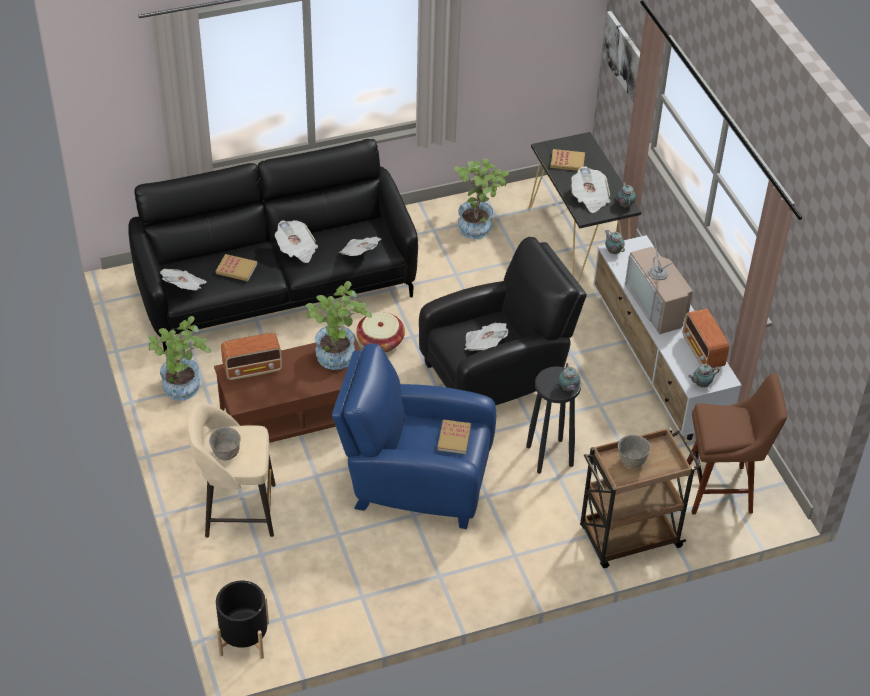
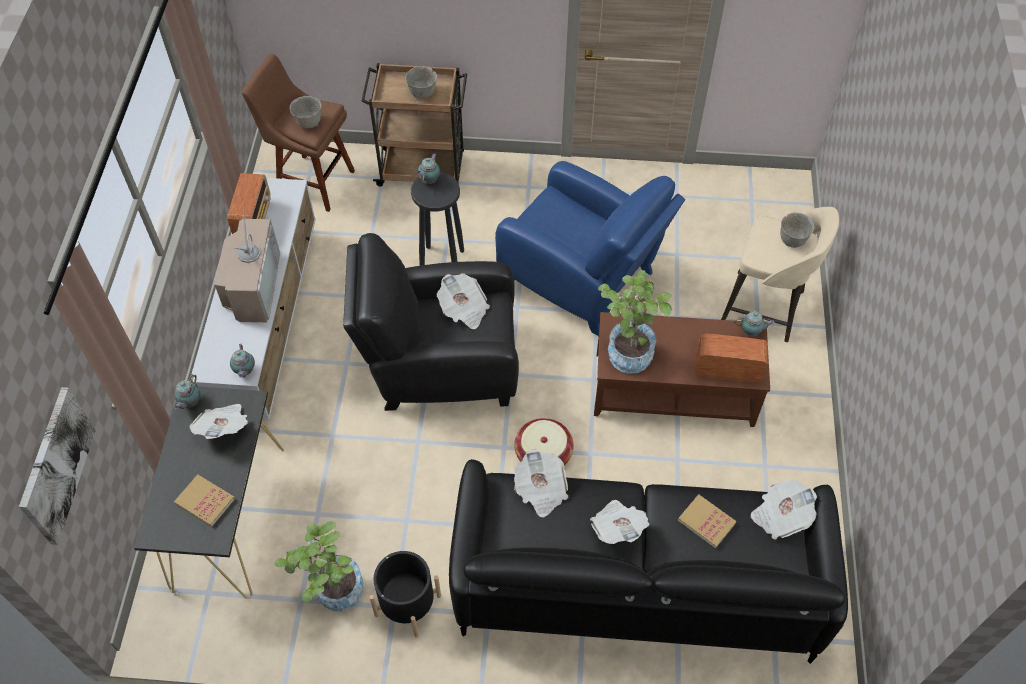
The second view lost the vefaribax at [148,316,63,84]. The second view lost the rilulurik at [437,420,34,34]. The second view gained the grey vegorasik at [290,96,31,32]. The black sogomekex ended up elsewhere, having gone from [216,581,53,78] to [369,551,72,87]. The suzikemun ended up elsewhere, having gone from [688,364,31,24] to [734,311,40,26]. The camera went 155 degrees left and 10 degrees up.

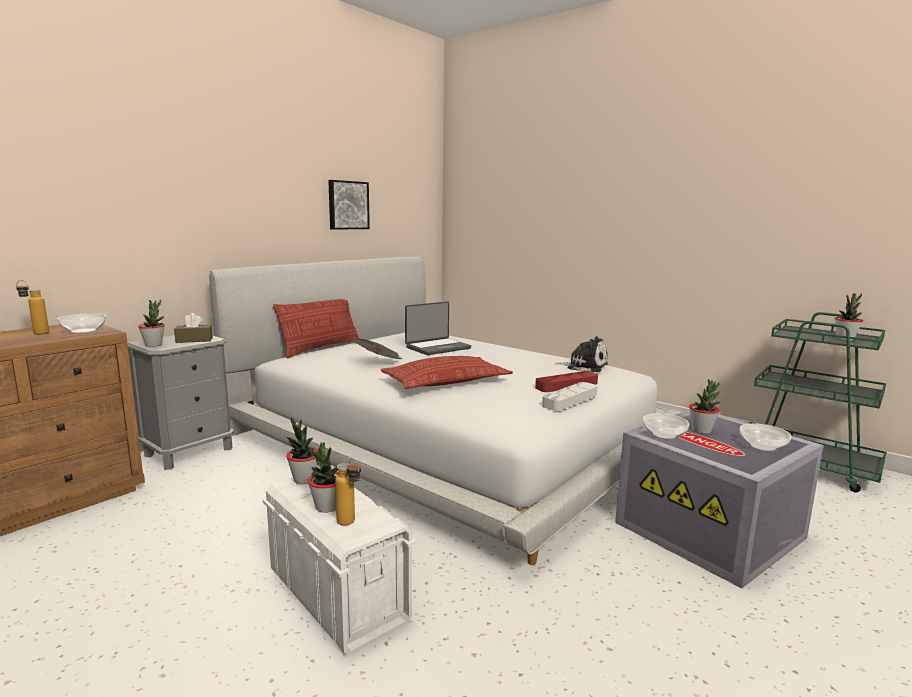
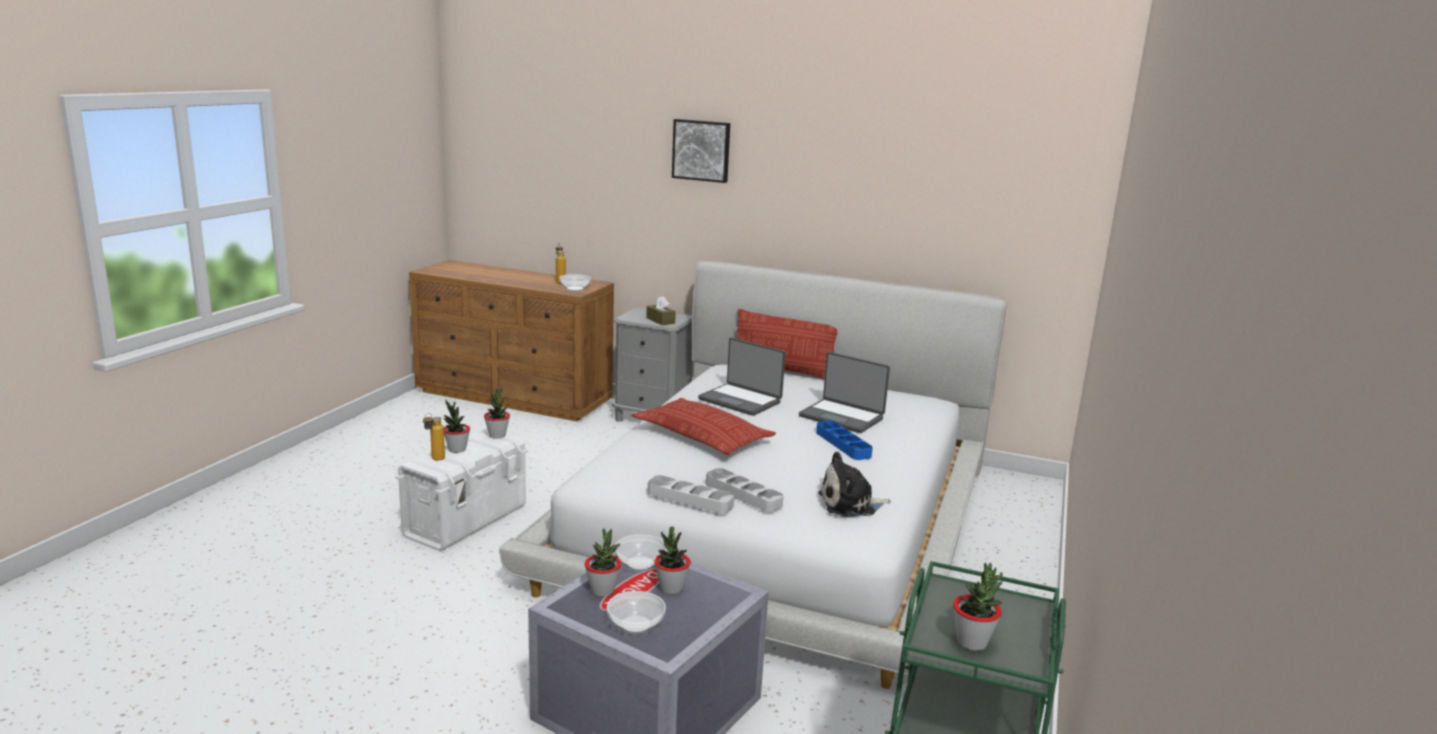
The second view gained the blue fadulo at [816,421,57,39]. The vefaribax ended up elsewhere, having gone from [138,300,27,47] to [585,528,36,69]. The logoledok ended up elsewhere, having gone from [328,180,42,50] to [672,119,58,64]. Where the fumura stood at [351,339,51,20], the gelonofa came to stand at [698,338,88,78]. What was the red fadulo at [535,371,63,21] turned into the grey fadulo at [706,468,78,44]. The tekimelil at [556,337,52,35] ended up facing another way, 75 degrees clockwise from before. The camera went 70 degrees right and 5 degrees up.

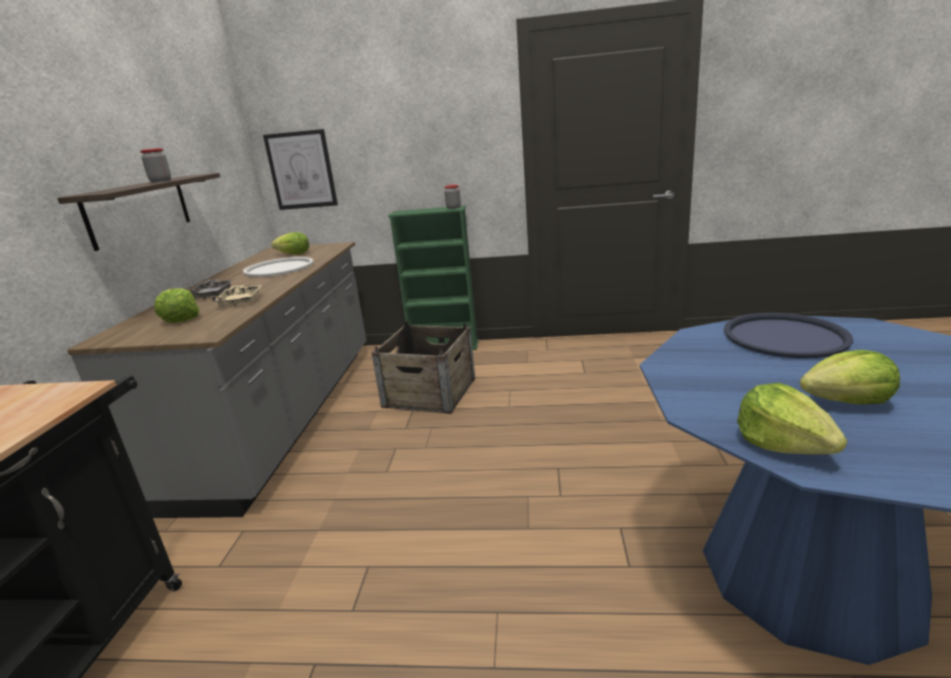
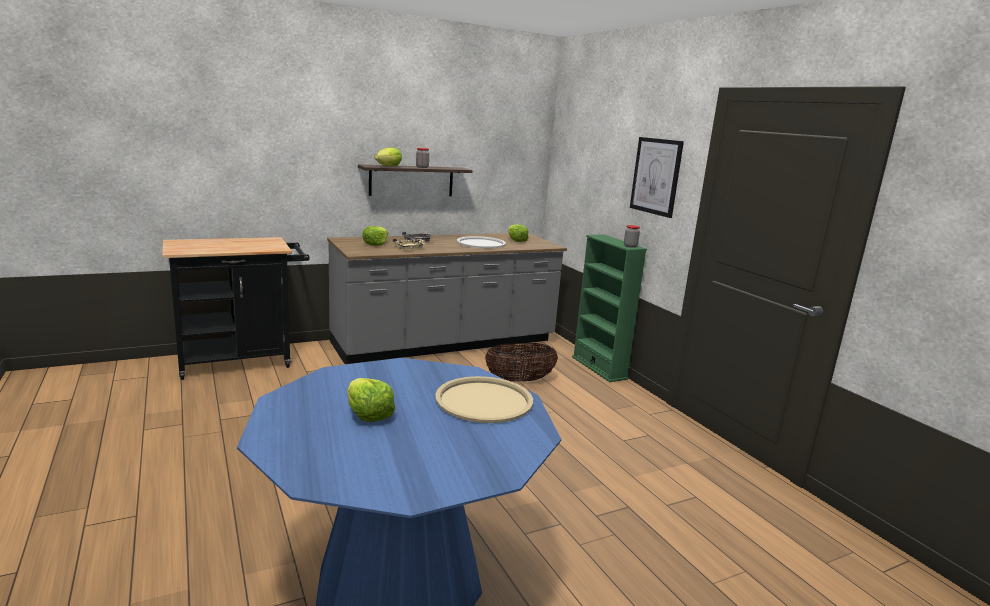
The logoledok ended up elsewhere, having gone from [263,129,75,81] to [630,137,54,81]. The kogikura ended up elsewhere, having gone from [737,383,110,71] to [374,147,28,19]. Where the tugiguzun stood at [372,321,103,93], the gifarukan came to stand at [485,342,73,40]. What was the blue fadulo at [724,313,129,46] turned into the beige fadulo at [435,376,98,47]. The camera went 55 degrees right and 5 degrees down.

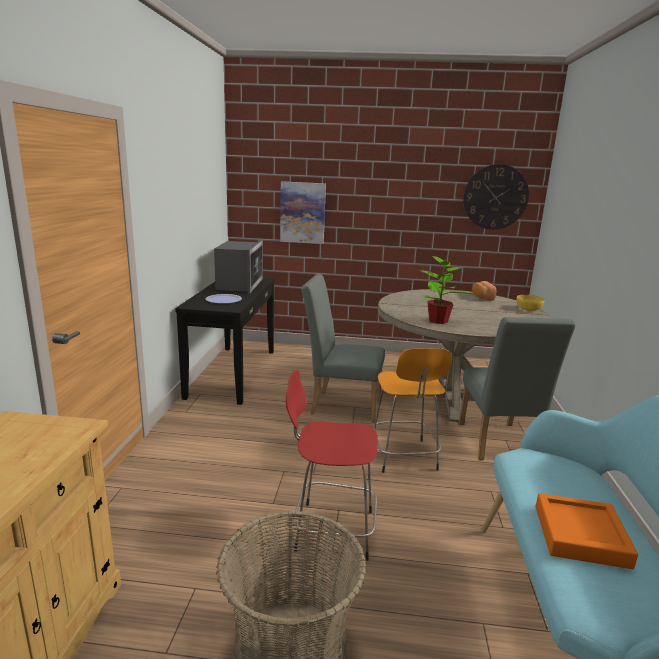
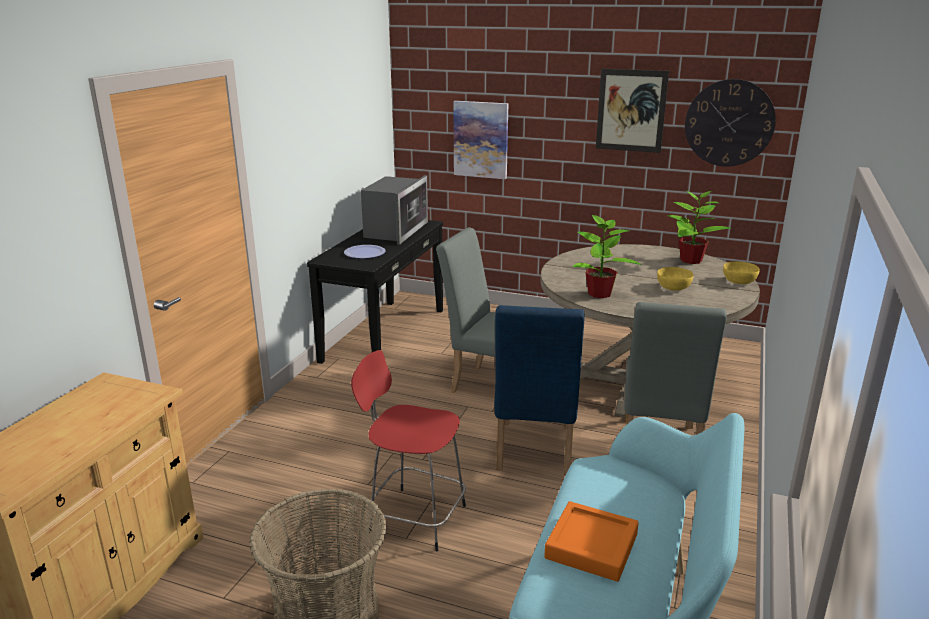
The second view gained the logoledok at [596,69,73,84]. The second view gained the yellow vegorasik at [657,267,37,24]. Where the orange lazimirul stood at [373,348,80,125], the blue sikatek came to stand at [495,305,90,170]. Where the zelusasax stood at [472,281,24,20], the vefaribax came to stand at [667,190,65,74]. The camera went 15 degrees right and 5 degrees up.

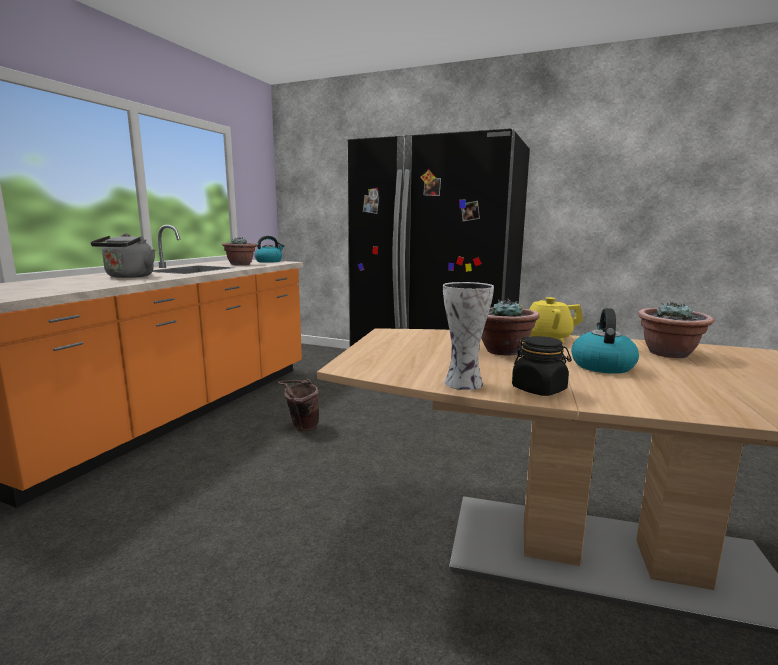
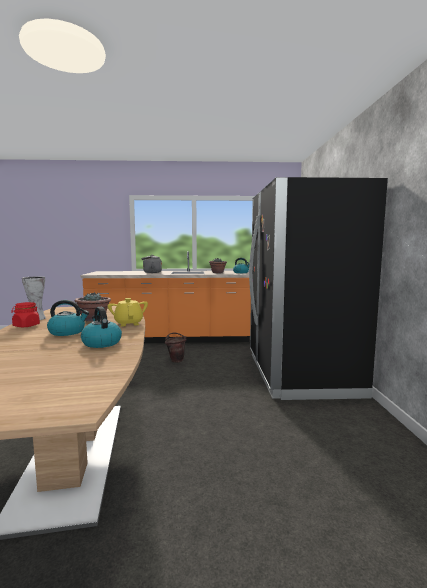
Where the vefaribax stood at [638,302,76,56], the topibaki came to stand at [81,307,41,41]. What was the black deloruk at [512,336,60,60] turned into the red deloruk at [11,302,29,25]. The camera went 65 degrees right and 5 degrees down.

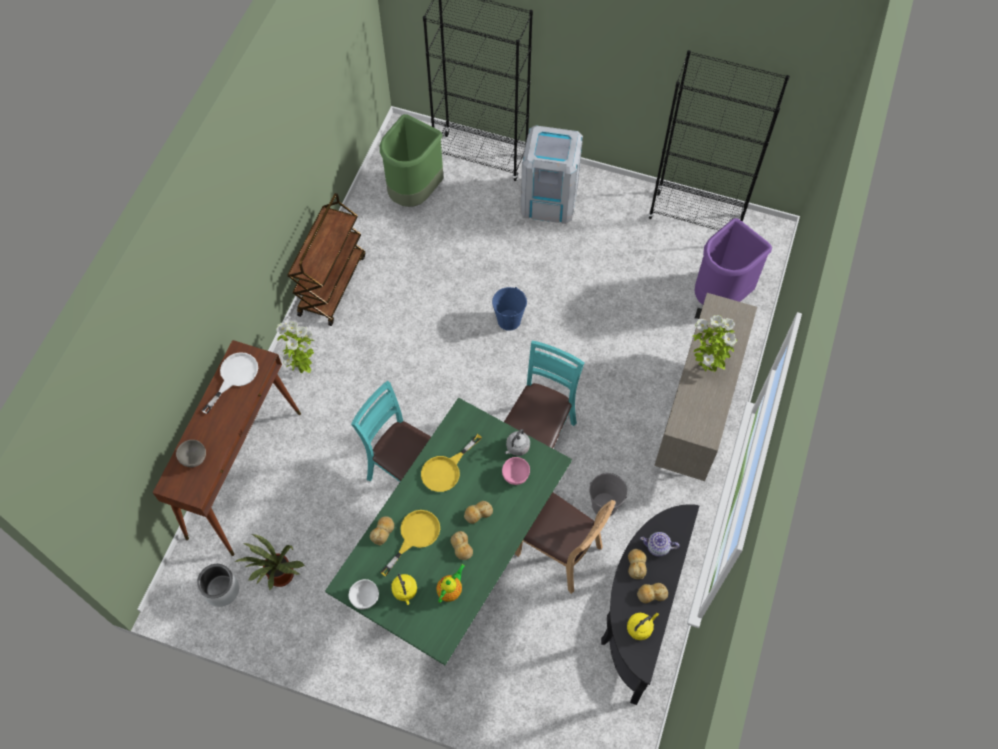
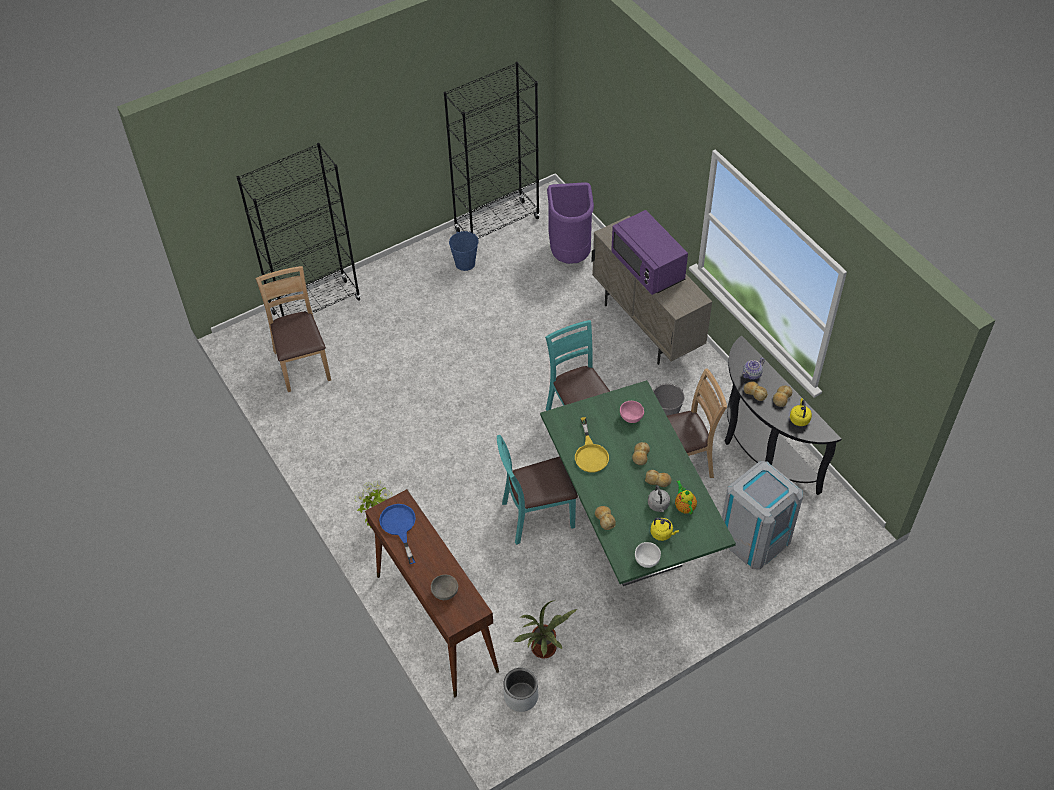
The second view lost the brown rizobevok at [287,193,78,133]. The second view lost the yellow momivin at [380,510,60,66]. The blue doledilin ended up elsewhere, having gone from [492,287,35,44] to [449,231,30,40]. The grey topibaki ended up elsewhere, having gone from [505,429,25,27] to [648,485,22,27]. The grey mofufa ended up elsewhere, having gone from [521,125,62,99] to [722,461,81,109]. Where the green mofufa stood at [380,114,63,93], the brown sikatek came to stand at [255,266,76,126]. Where the vefaribax stood at [693,315,45,57], the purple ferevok came to stand at [611,210,77,85]. What was the white momivin at [201,352,57,62] turned into the blue momivin at [379,504,37,60]. The camera went 50 degrees left and 10 degrees down.

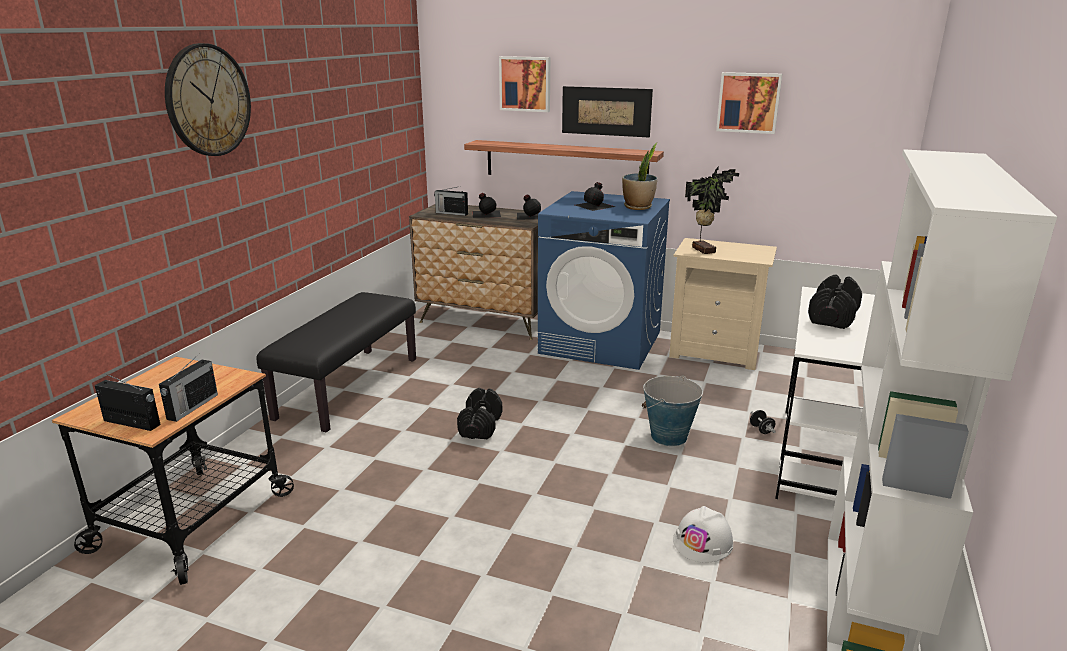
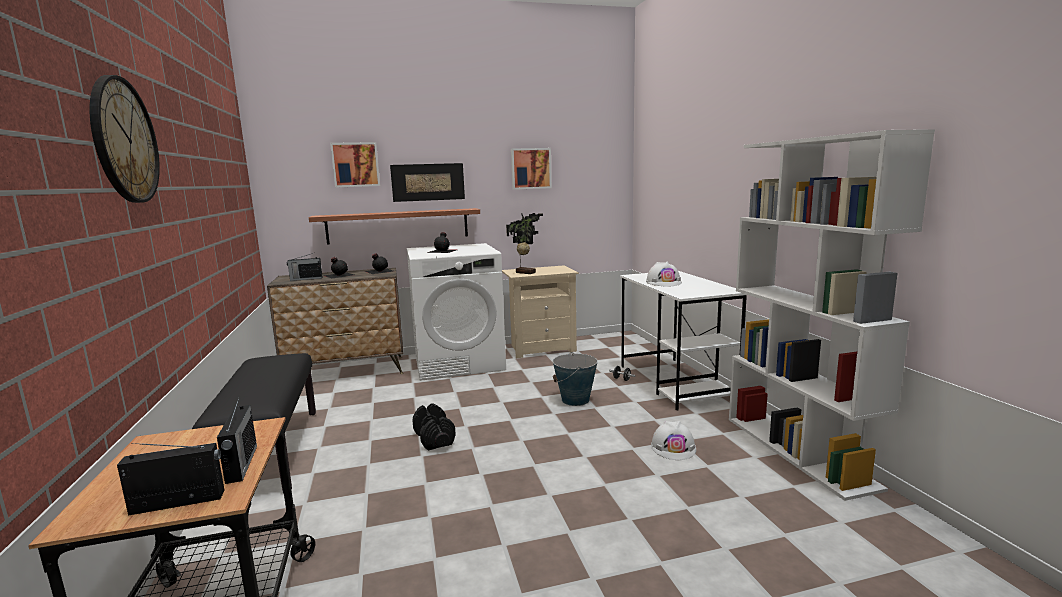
The second view lost the vefaribax at [622,143,35,67]. Where the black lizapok stood at [808,275,54,54], the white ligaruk came to stand at [646,262,36,25]. What was the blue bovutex at [538,191,132,179] turned into the white bovutex at [407,243,99,138]. The camera went 35 degrees left and 10 degrees down.

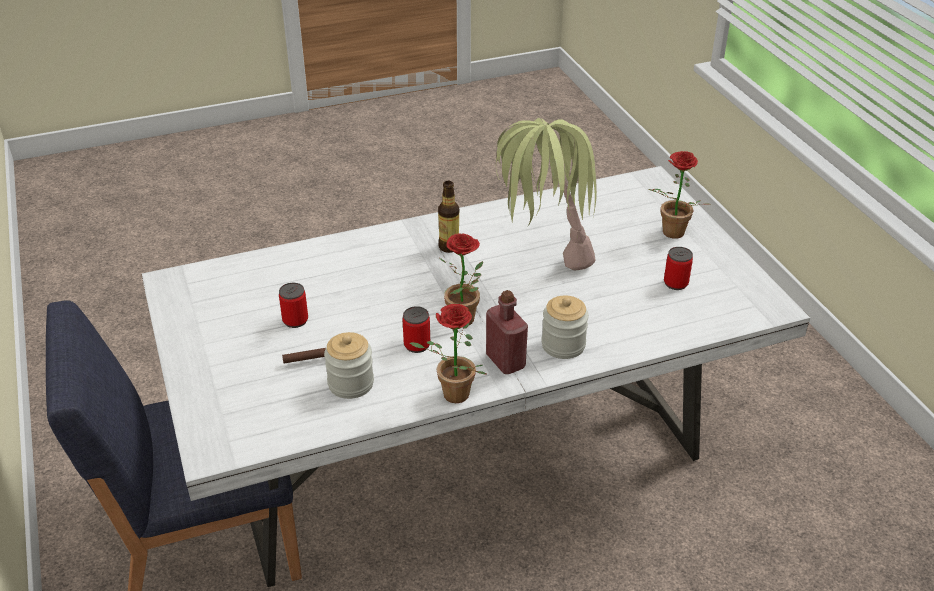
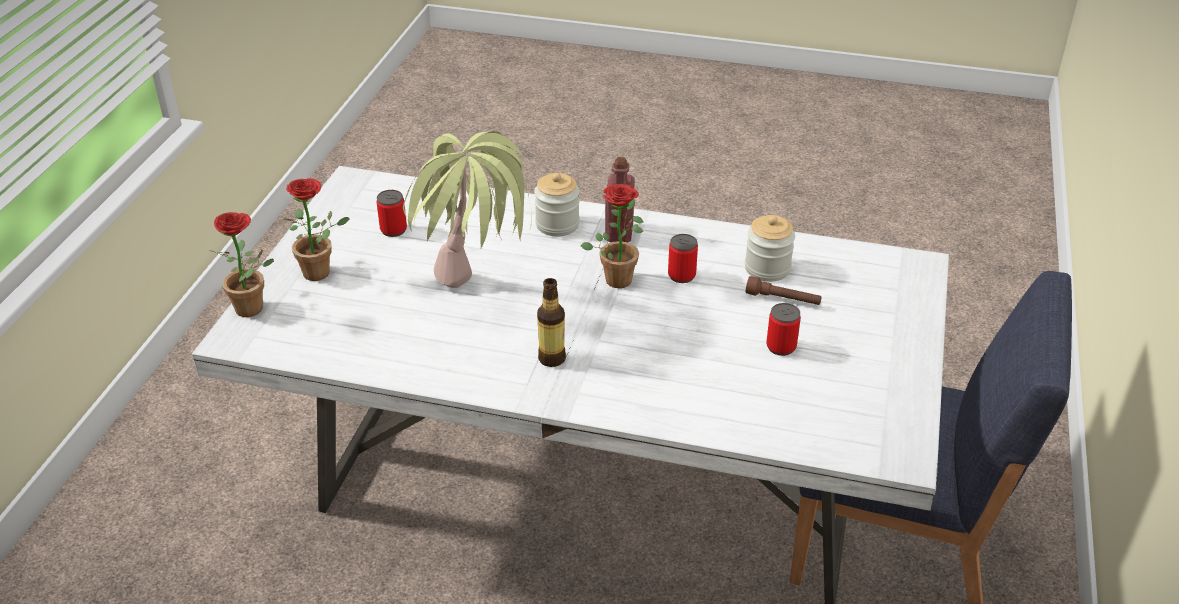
The vefaribax ended up elsewhere, having gone from [410,304,77,99] to [208,212,66,105]. The camera went 145 degrees left and 0 degrees up.

